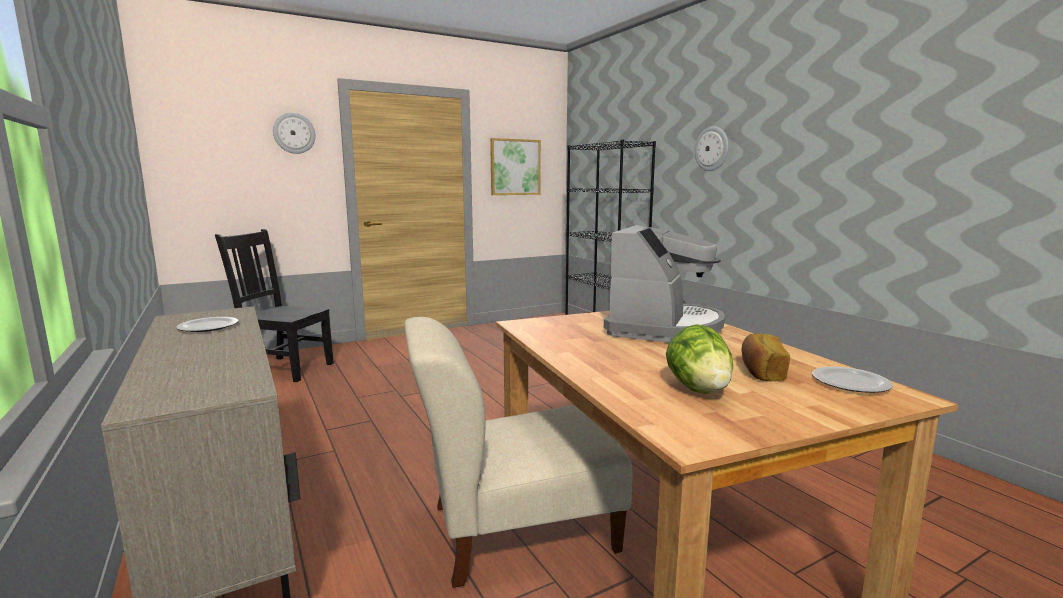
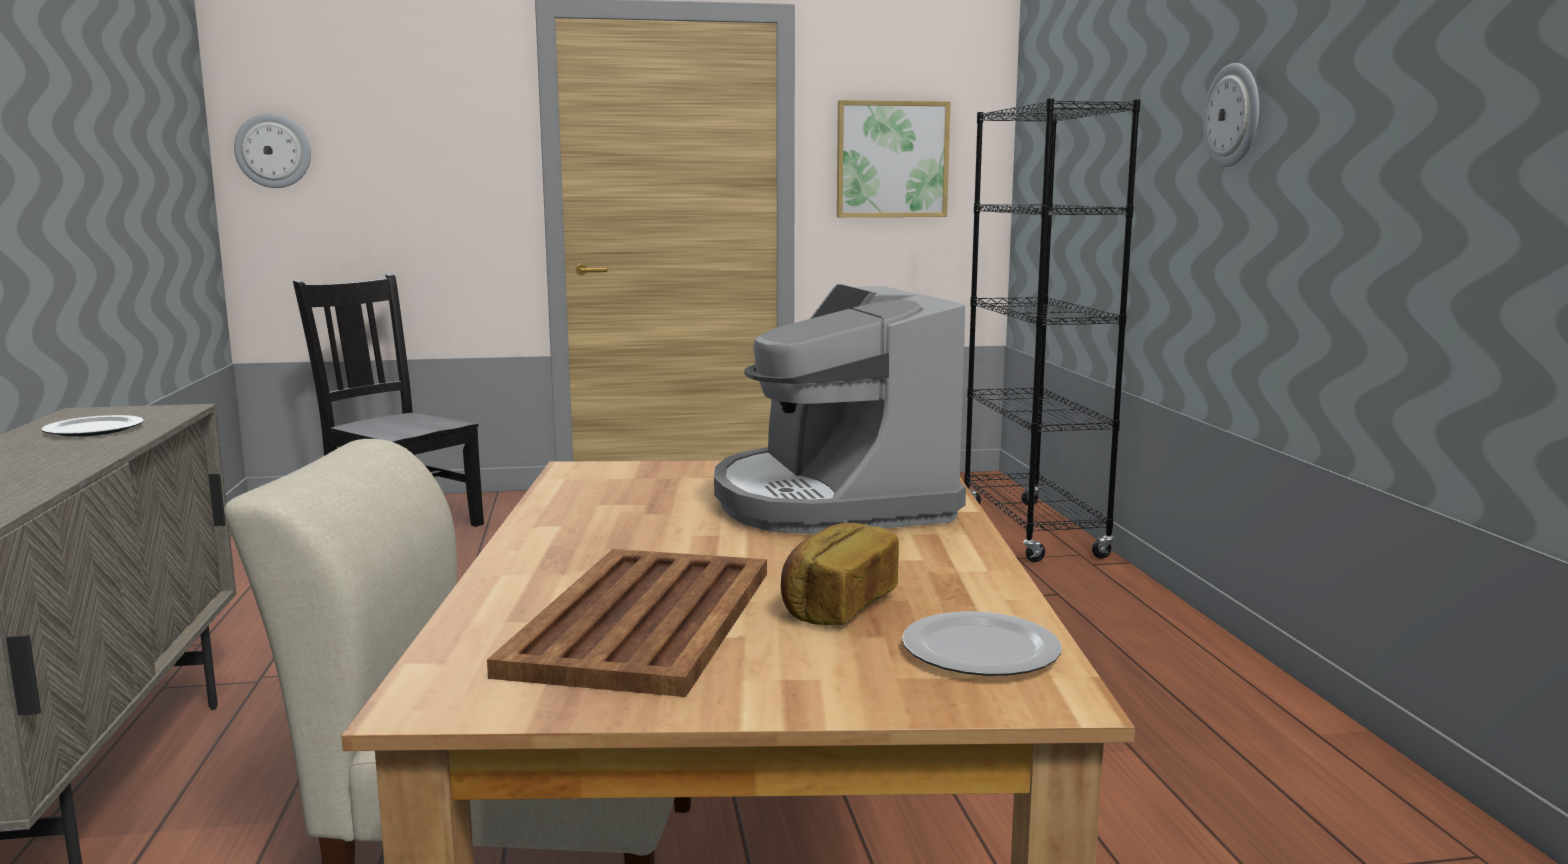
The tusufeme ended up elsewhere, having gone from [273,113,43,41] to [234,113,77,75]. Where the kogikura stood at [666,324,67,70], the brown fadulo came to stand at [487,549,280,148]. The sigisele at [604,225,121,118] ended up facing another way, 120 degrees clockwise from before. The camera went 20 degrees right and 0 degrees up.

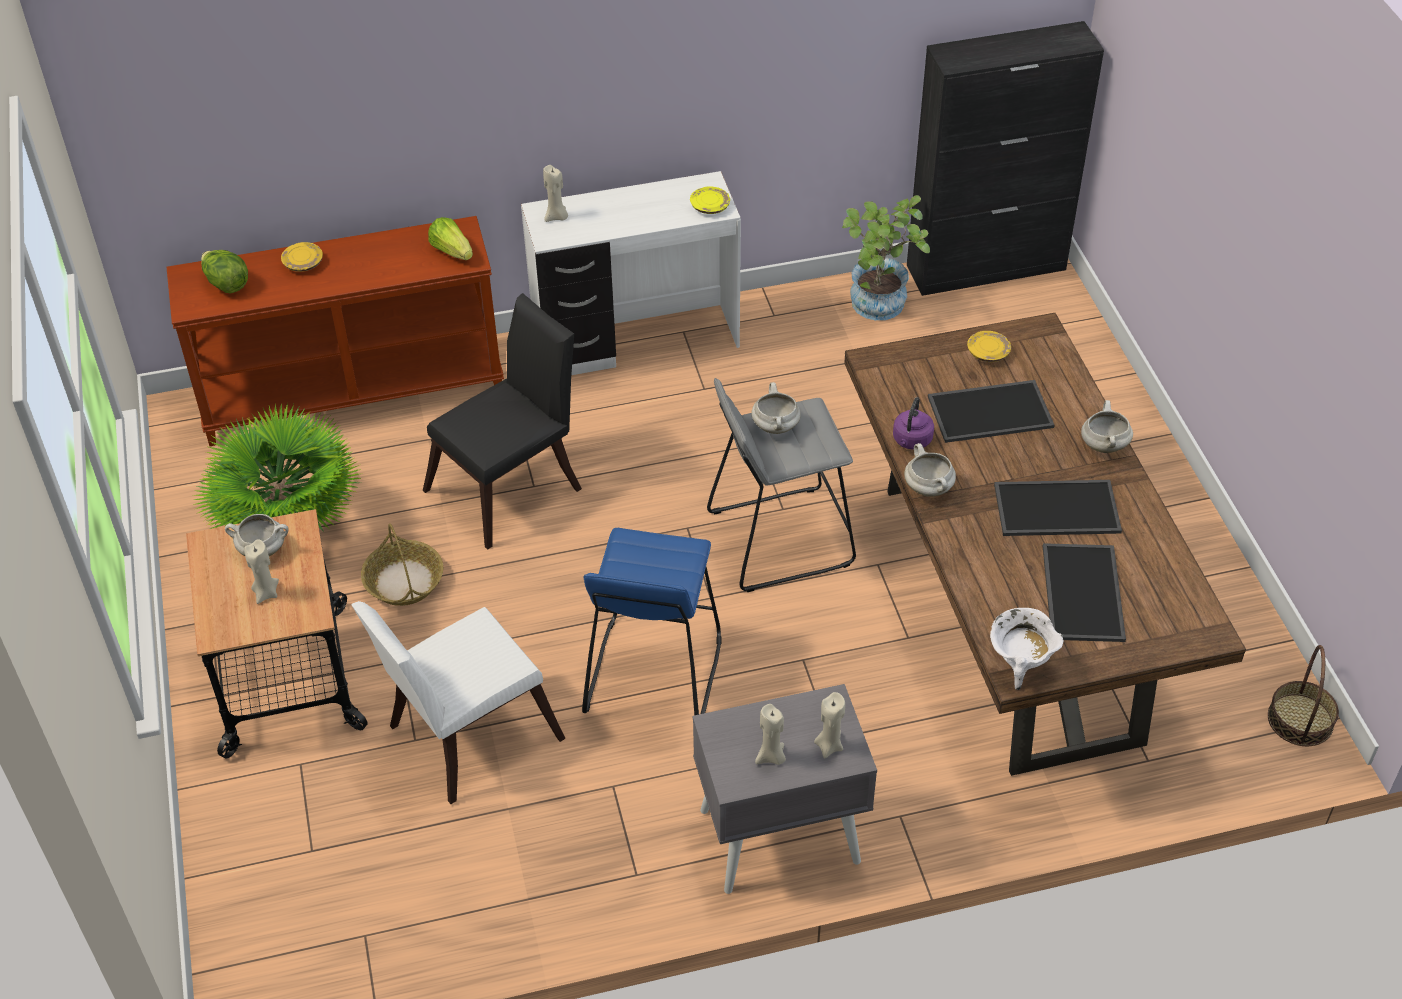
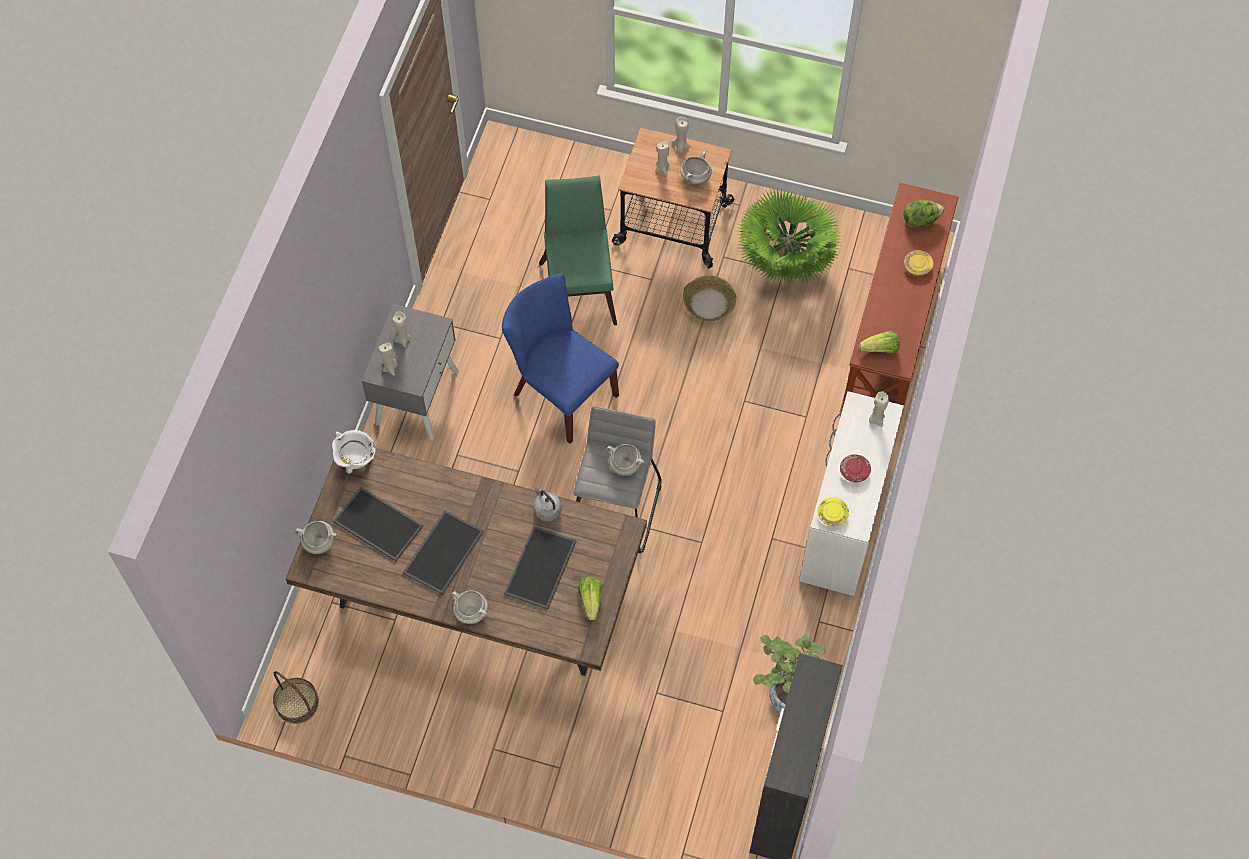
The second view lost the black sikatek at [423,293,159,257]. The second view gained the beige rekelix at [671,117,20,35]. The second view gained the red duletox at [840,454,31,28]. The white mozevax ended up elsewhere, having gone from [904,443,52,54] to [295,521,42,33]. Where the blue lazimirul stood at [582,528,140,187], the blue sikatek came to stand at [502,273,117,171]. Where the yellow duletox stood at [967,331,44,31], the kogikura came to stand at [578,577,25,43]. What was the white sikatek at [351,601,214,203] turned into the green sikatek at [539,175,78,150]. What was the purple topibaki at [893,397,41,53] turned into the grey topibaki at [534,486,28,35]. The camera went 120 degrees right and 15 degrees up.

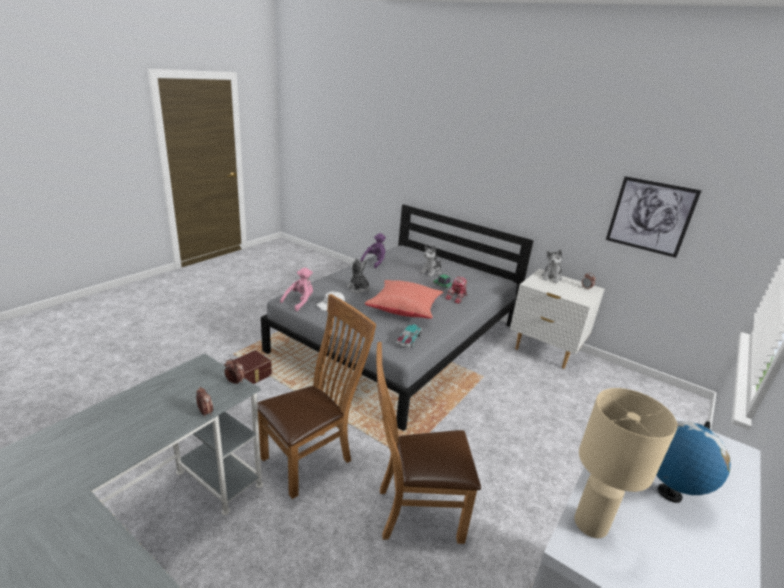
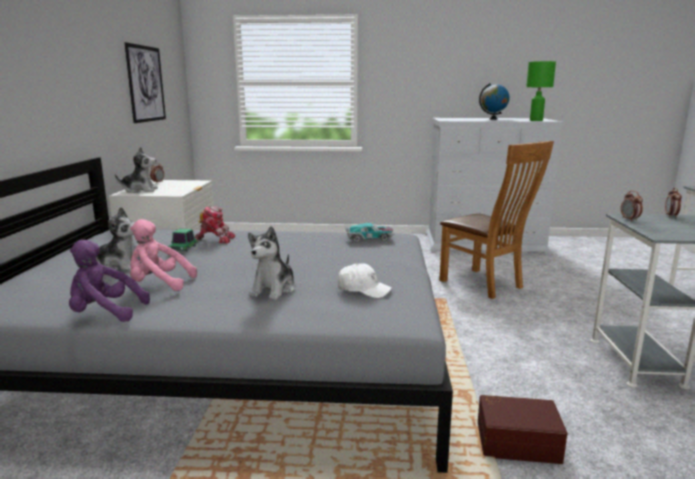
The second view lost the brown sikatek at [257,294,119,205]. The second view lost the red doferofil at [364,280,79,39]. The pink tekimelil ended up elsewhere, having gone from [280,268,33,43] to [130,219,67,72]. What was the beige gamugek at [574,388,103,150] turned into the green gamugek at [526,61,30,60]. The camera went 120 degrees left and 10 degrees down.

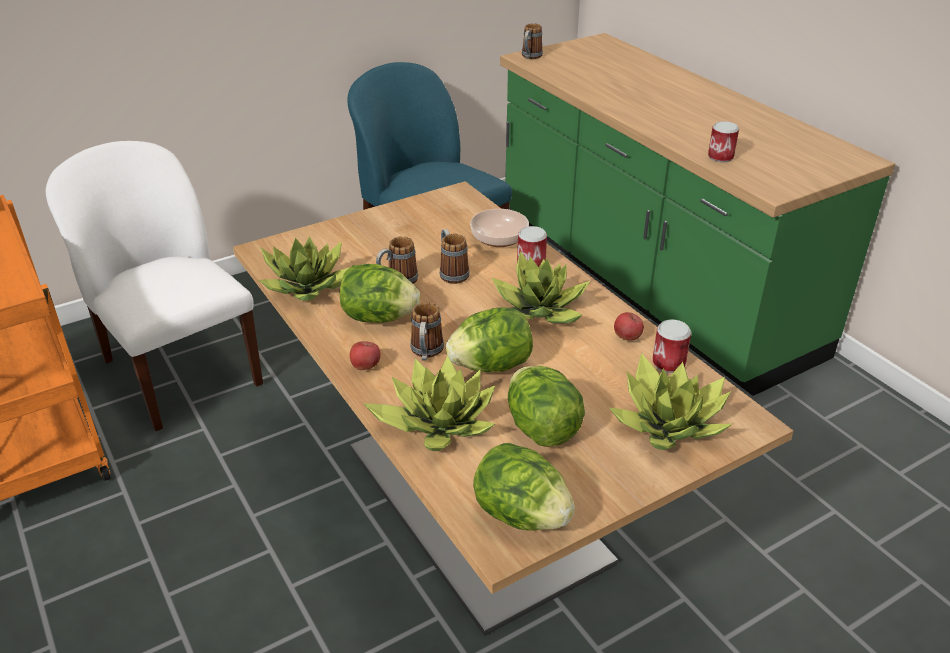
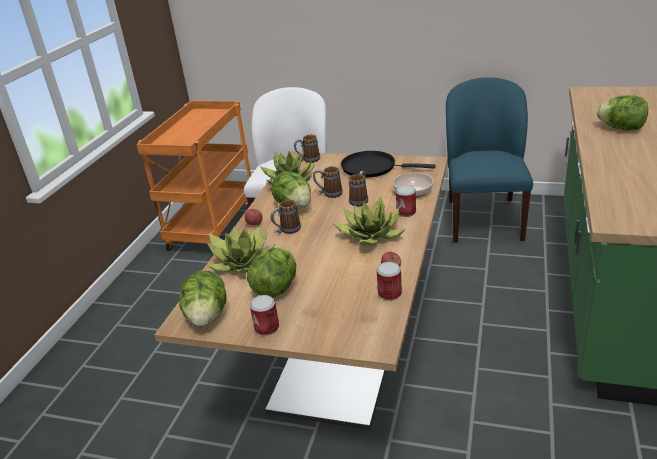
The second view lost the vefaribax at [610,353,123,97]. The second view gained the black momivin at [341,151,95,27]. The kogikura ended up elsewhere, having gone from [446,307,87,65] to [597,95,51,35]. The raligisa ended up elsewhere, having gone from [522,23,21,36] to [294,135,26,28]. The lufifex ended up elsewhere, having gone from [708,121,31,42] to [250,295,29,41]. The camera went 50 degrees right and 5 degrees down.

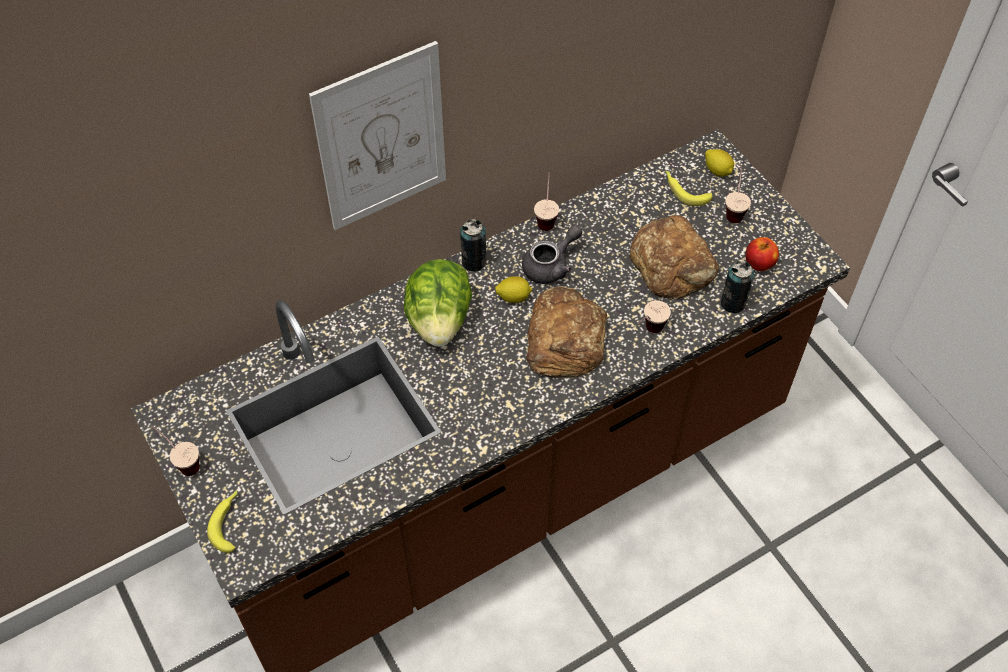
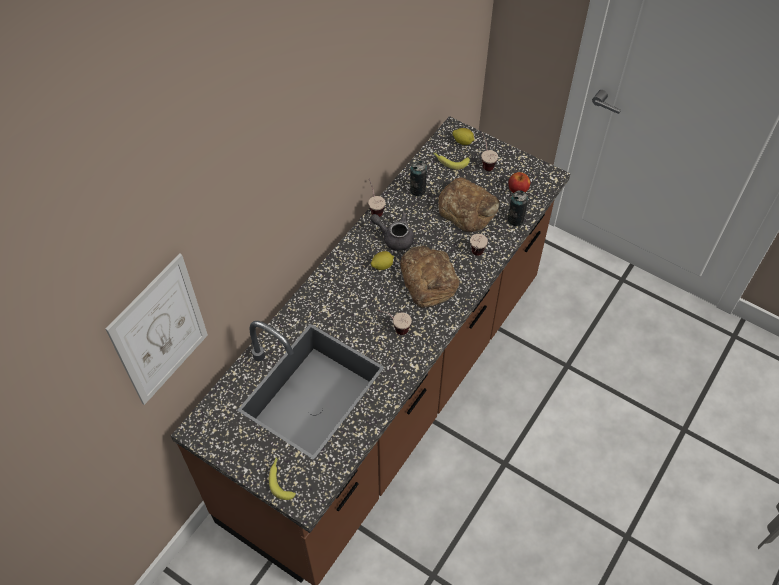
The second view lost the kogikura at [403,259,69,88]. The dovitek ended up elsewhere, having gone from [151,426,49,50] to [377,310,35,25]. The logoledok ended up elsewhere, having gone from [309,41,137,189] to [106,253,102,152]. The lufifex ended up elsewhere, having gone from [460,219,26,53] to [410,161,17,35]. The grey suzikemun at [522,225,61,59] ended up facing another way, 90 degrees counterclockwise from before. The camera went 25 degrees left and 0 degrees up.

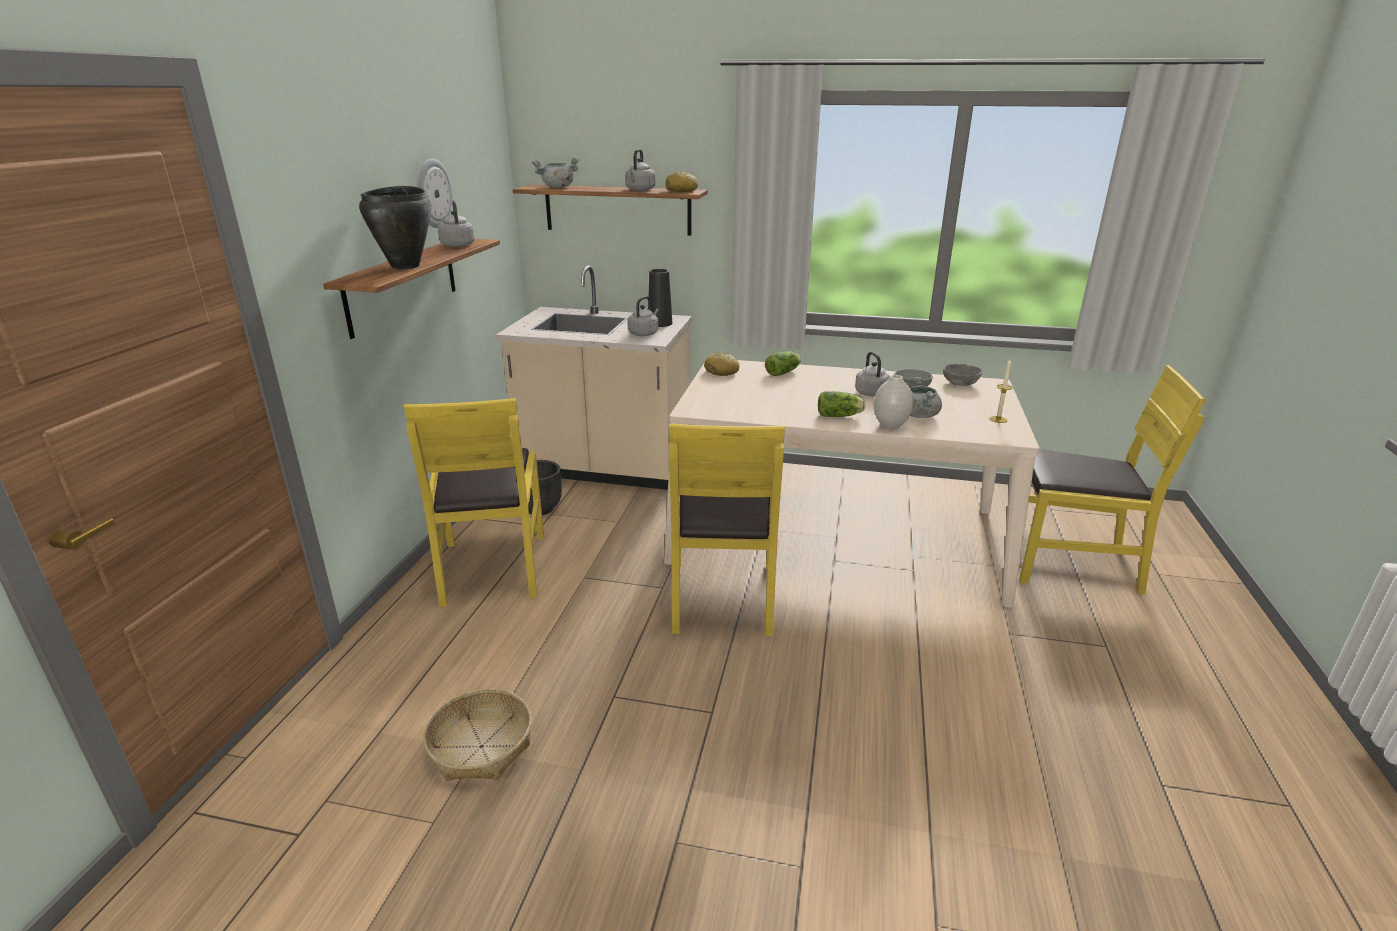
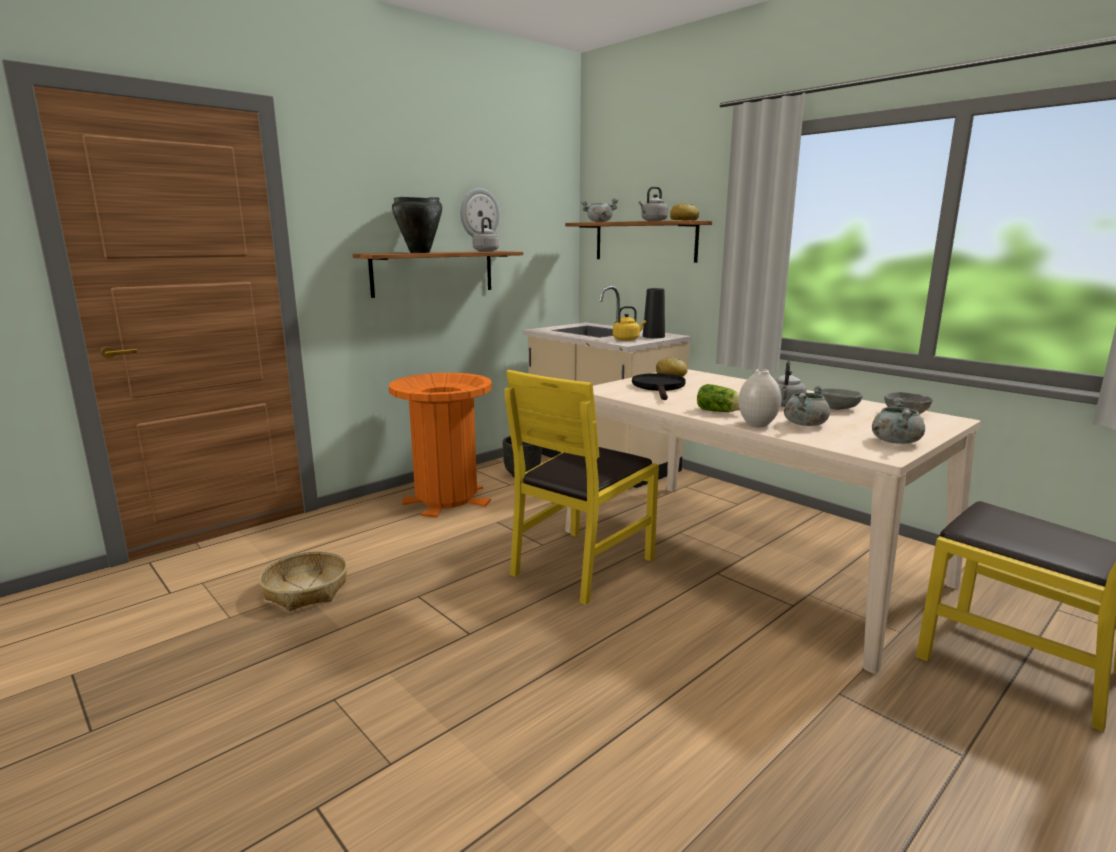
The second view lost the kogikura at [765,351,36,25]. The second view gained the black momivin at [632,373,54,27]. Where the yellow sikatek stood at [404,398,140,209], the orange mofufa came to stand at [389,373,103,145]. Where the rekelix stood at [990,359,22,64], the grey mozevax came to stand at [872,398,53,46]. What was the grey topibaki at [627,296,32,40] turned into the yellow topibaki at [613,306,33,35]. The camera went 35 degrees right and 10 degrees down.

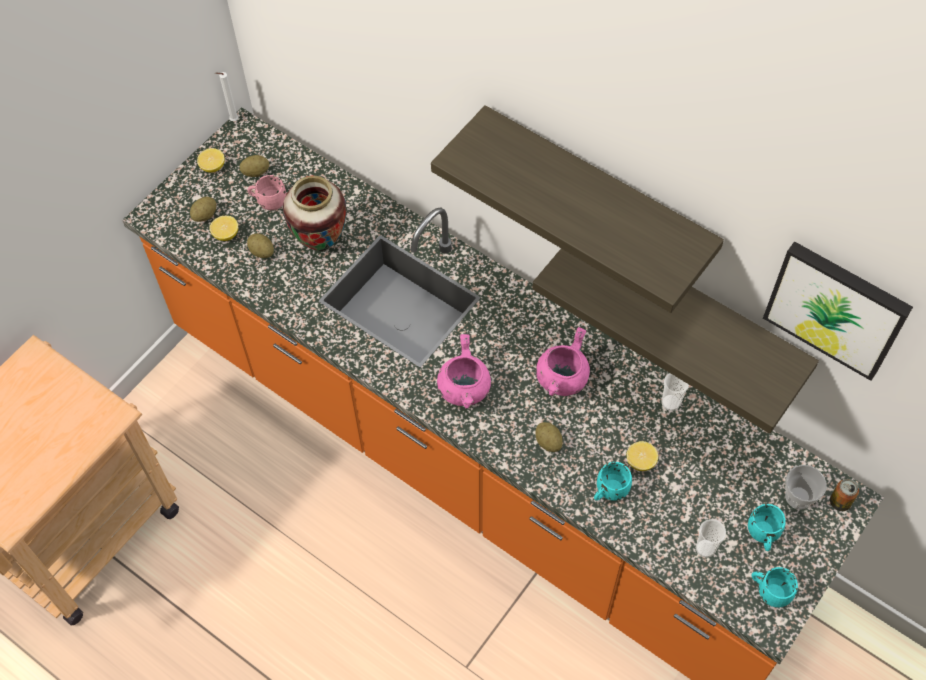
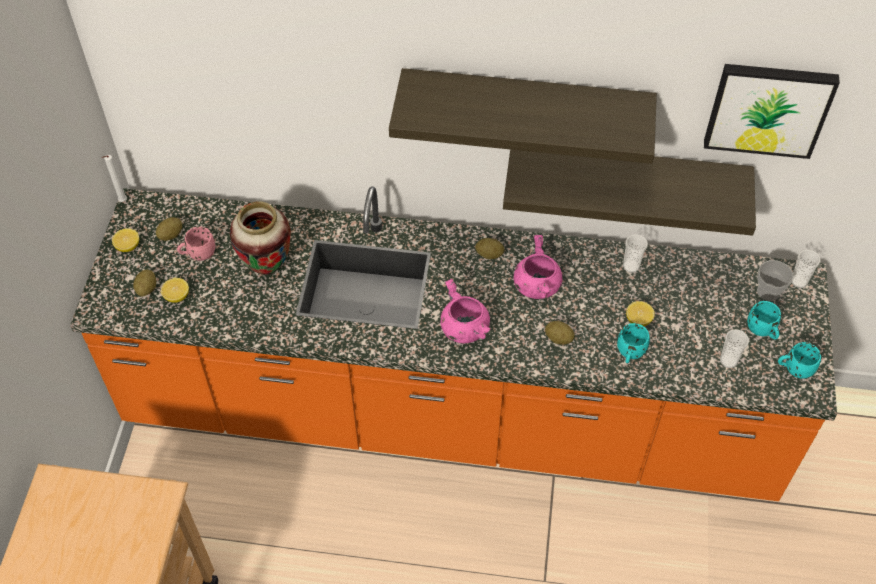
The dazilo ended up elsewhere, having gone from [247,233,27,25] to [475,238,29,21]. Where the lufifex stood at [830,479,29,32], the dovitek came to stand at [792,250,29,38]. The camera went 30 degrees left and 5 degrees down.

